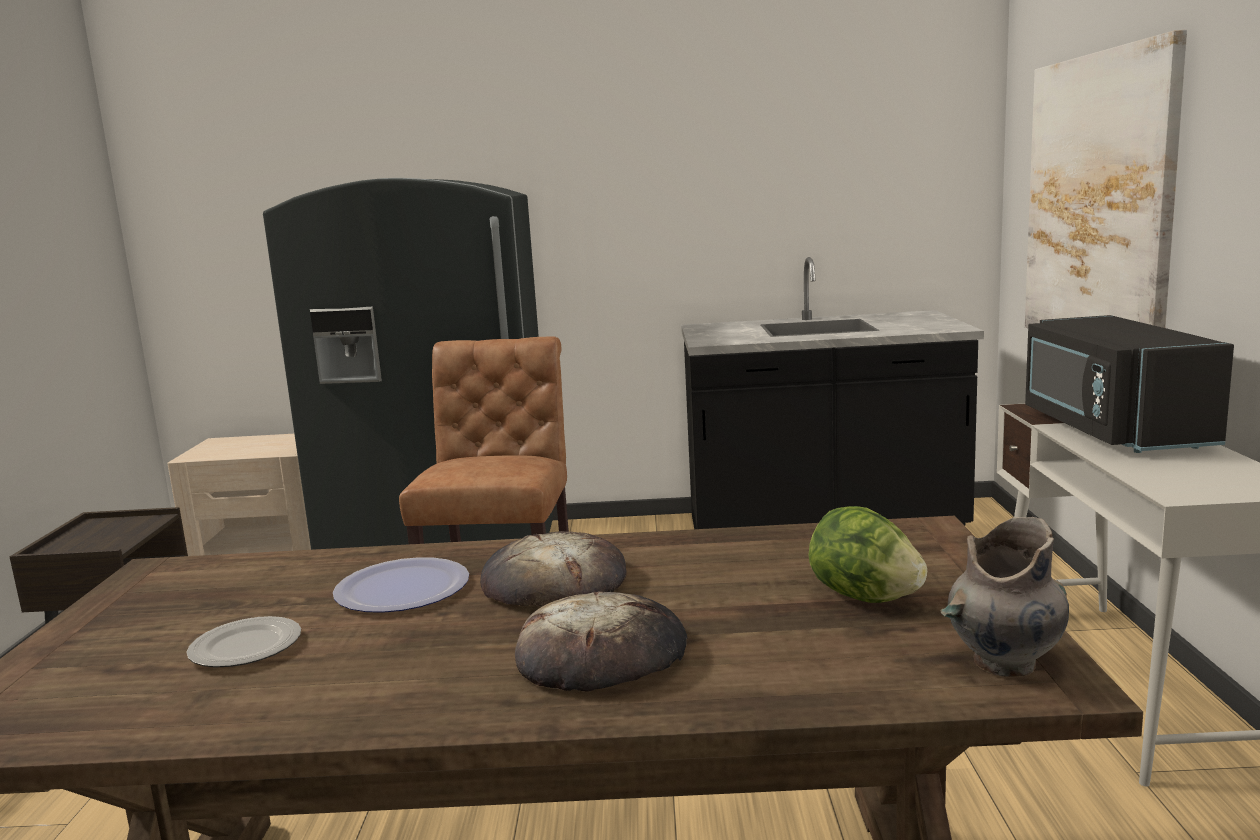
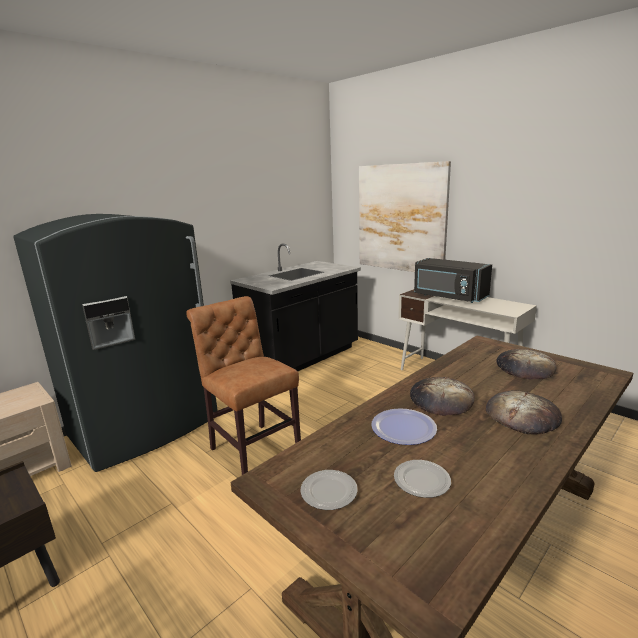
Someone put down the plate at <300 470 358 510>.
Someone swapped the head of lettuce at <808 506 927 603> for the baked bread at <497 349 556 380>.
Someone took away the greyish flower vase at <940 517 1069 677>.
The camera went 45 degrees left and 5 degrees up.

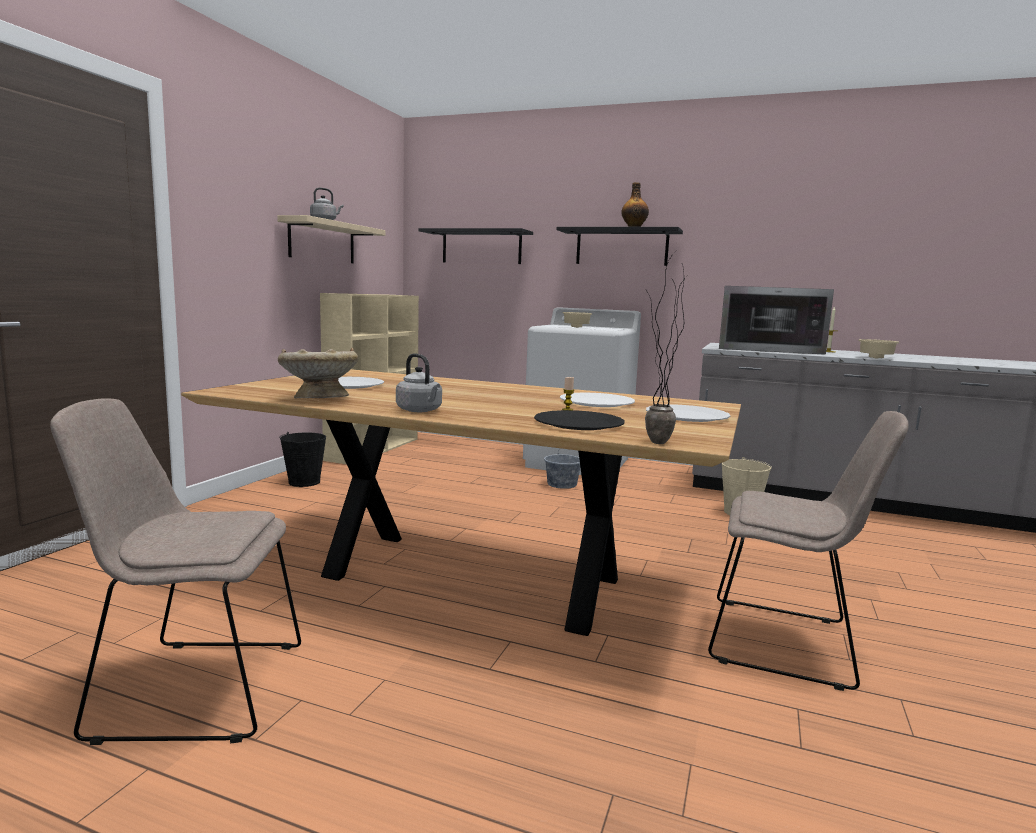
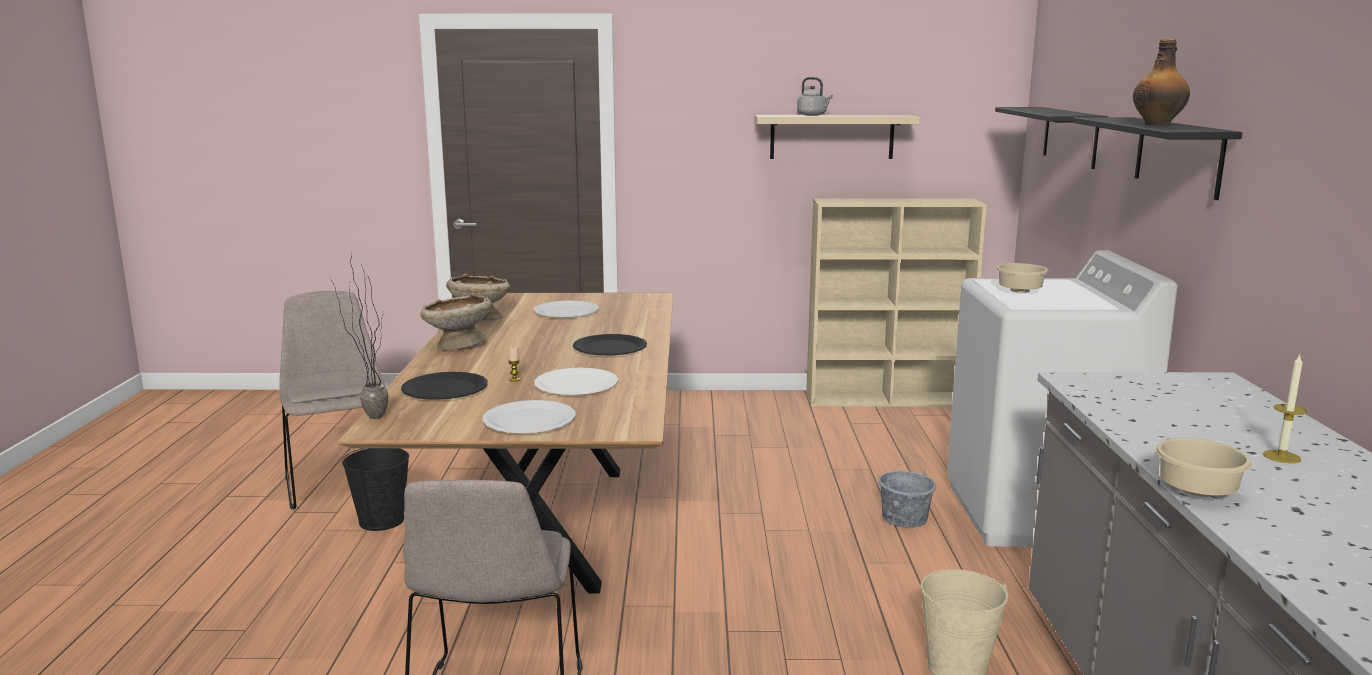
Someone carried the blackish water bucket from <279 432 326 487> to <342 448 409 531>.
Someone swapped the greyish tea kettle at <396 353 442 412> for the sand-coloured bowl at <420 292 492 350>.
Someone put down the blackish plate at <573 334 647 355>.
Someone took away the microwave oven at <719 286 834 355>.
The camera went 70 degrees right and 5 degrees up.

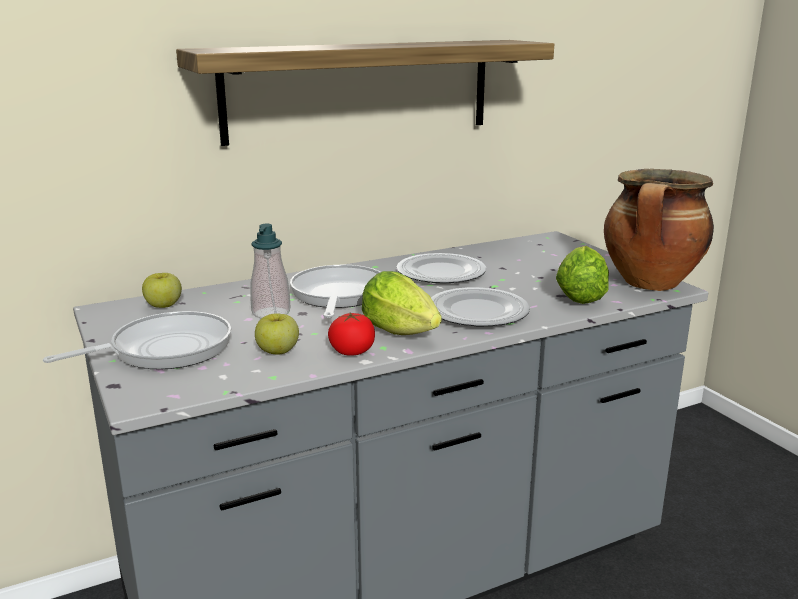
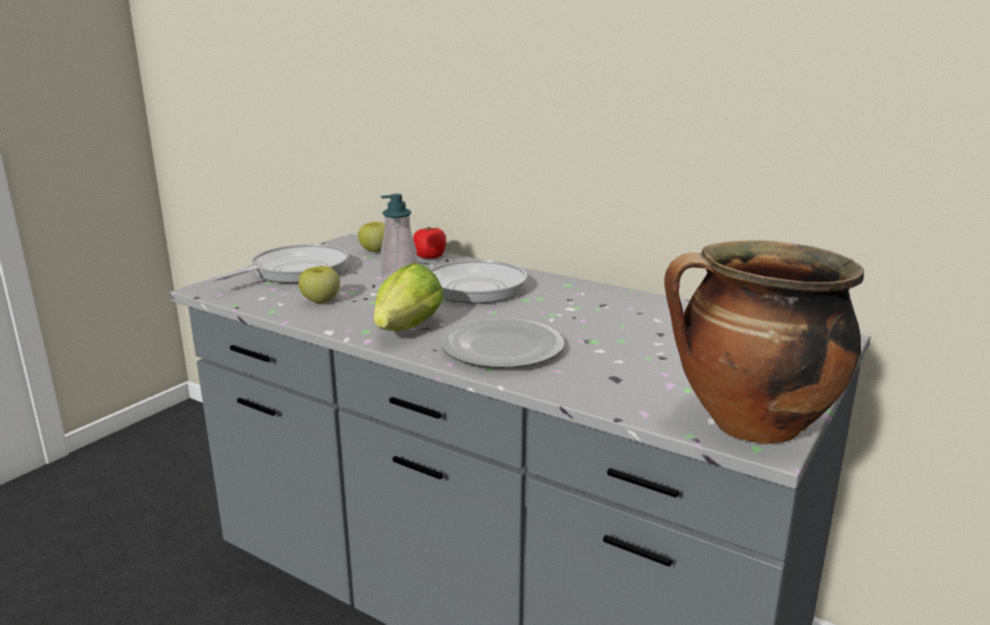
Someone rotated the skillet at <43 311 231 370> by 75 degrees counterclockwise.
Someone carried the tomato from <328 312 375 356> to <413 227 446 259>.
Someone took away the bracket shelf at <176 40 554 146>.
Someone took away the plate at <396 253 486 284>.
Someone took away the head of lettuce at <556 246 609 304>.
The camera went 60 degrees right and 0 degrees up.

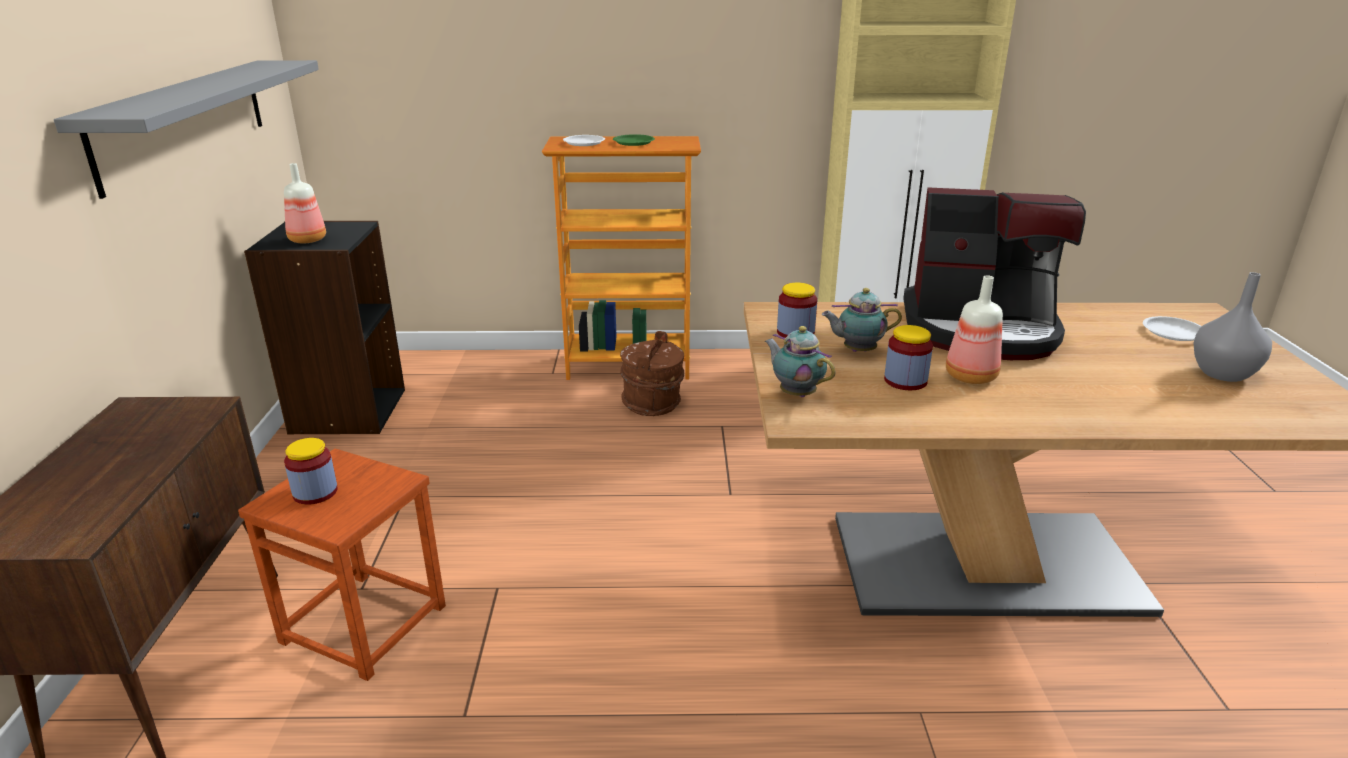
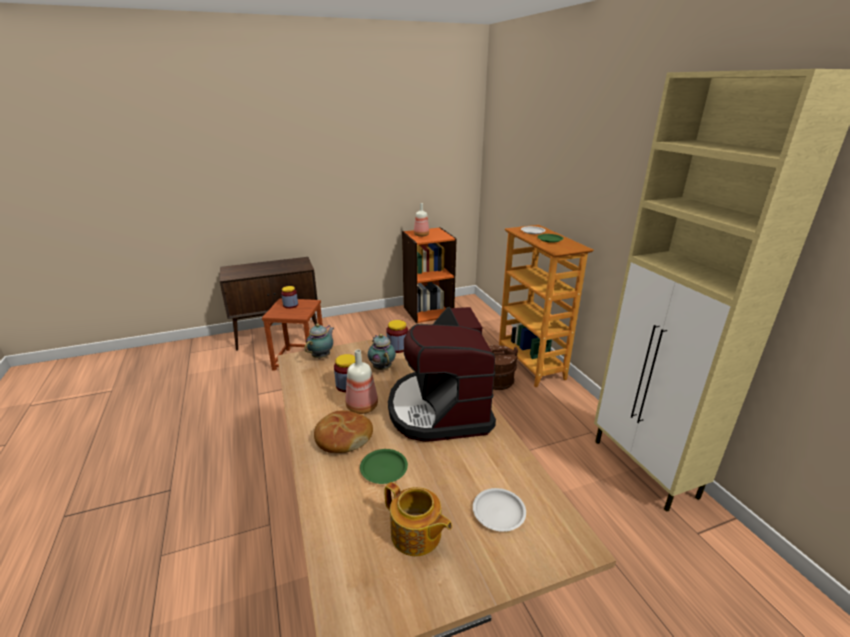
Someone put down the baked bread at <314 410 373 453>.
Someone put down the green plate at <360 449 408 484>.
Someone swapped the greyish flower vase at <1193 272 1272 382> for the pot for tea at <385 482 452 556>.
Someone repainted the blackish bookcase at <244 221 405 434>, which became the orange-coloured bookcase at <402 227 457 323>.
Someone took away the greyish bracket shelf at <54 60 319 199>.
The camera went 70 degrees right and 0 degrees up.

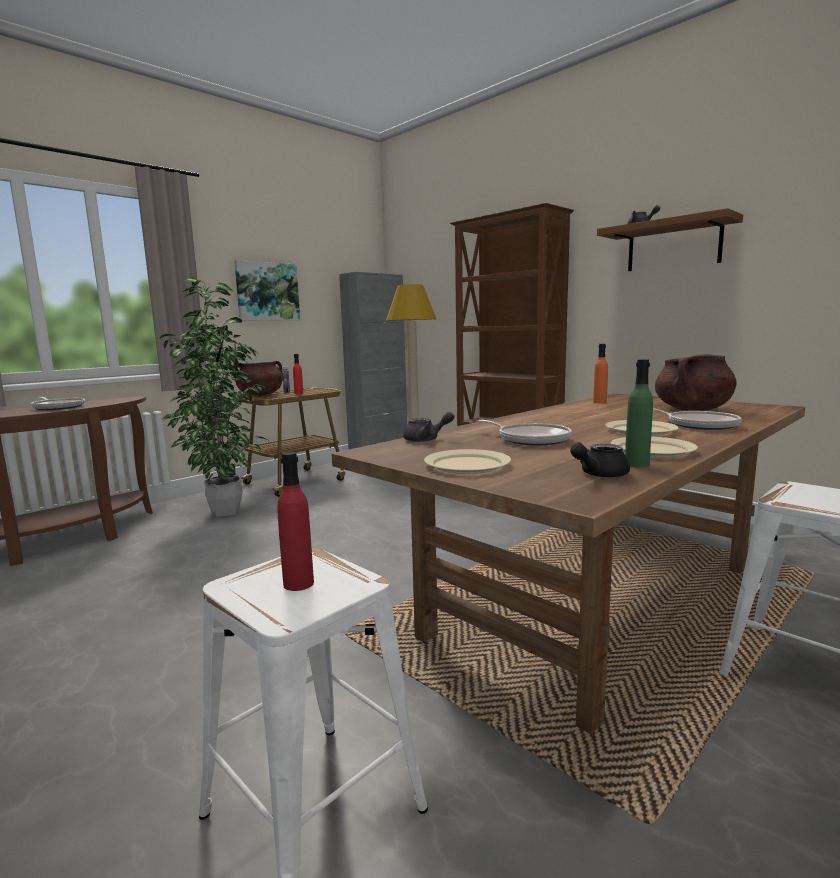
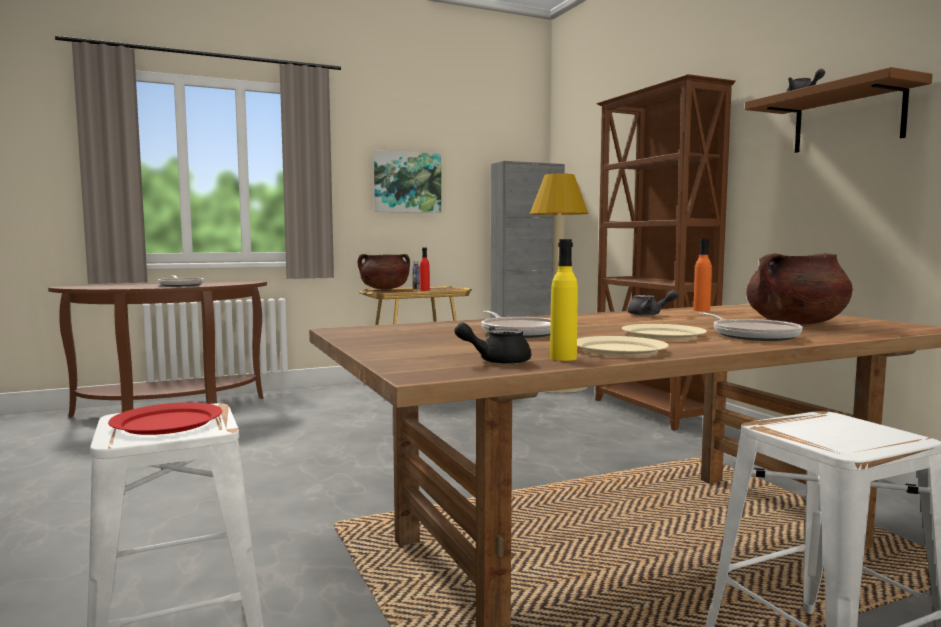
Someone swapped the reddish drink bottle at <277 452 314 591> for the reddish plate at <108 402 222 435>.
Someone repainted the green drink bottle at <625 359 653 467>, which became the yellow-coloured drink bottle at <550 239 578 361>.
Someone carried the greyish pot for tea from <403 412 454 442> to <628 290 678 316>.
Someone took away the plant in a pot at <159 277 269 517>.
Someone took away the sand-coloured plate at <424 449 511 474>.
The camera went 20 degrees right and 5 degrees down.

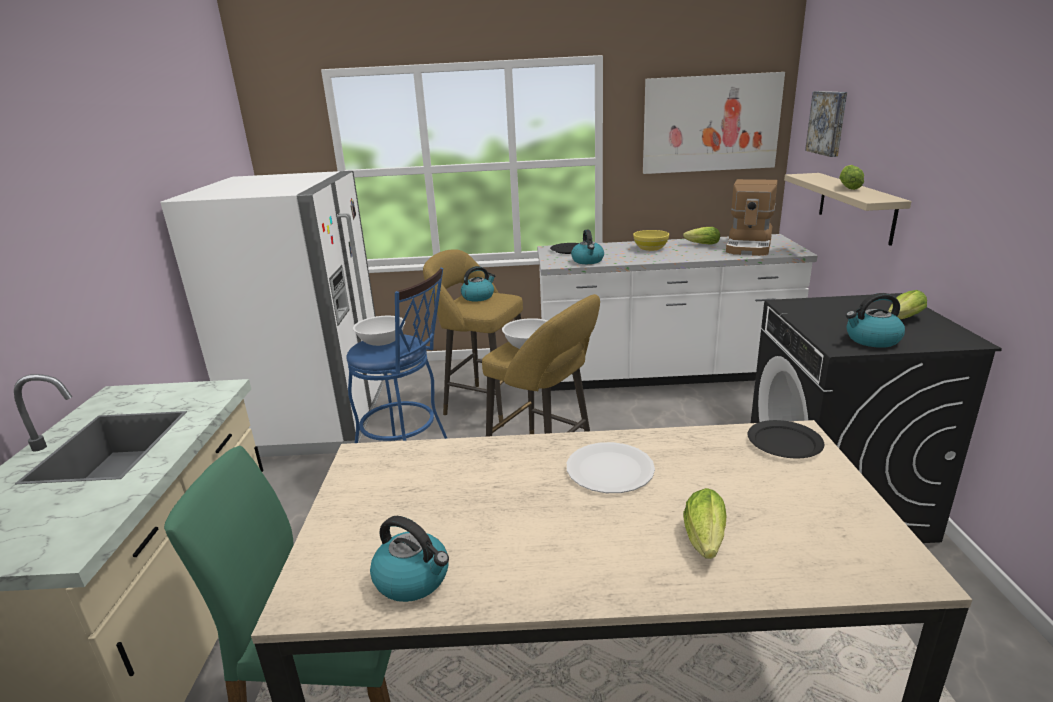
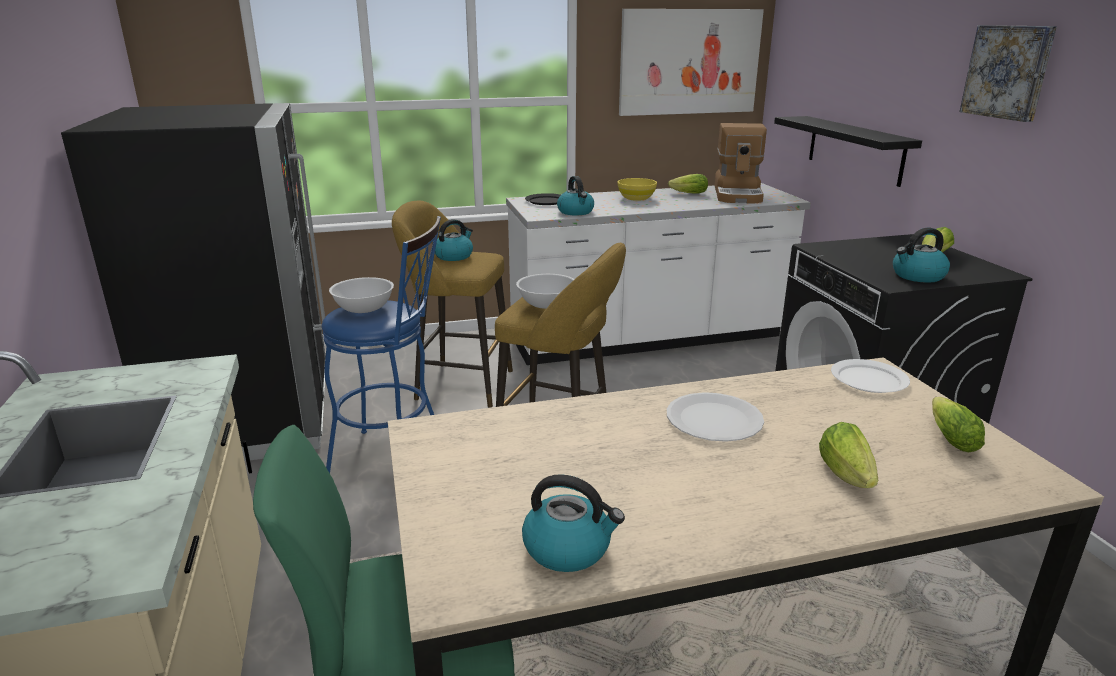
Someone repainted the whitish refrigerator at <160 171 384 457>, which became the blackish refrigerator at <61 103 326 461>.
Someone repainted the sand-coloured bracket shelf at <784 173 911 246>, which became the blackish bracket shelf at <774 116 922 187>.
Someone repainted the blackish plate at <748 420 824 458>, which became the whitish plate at <831 359 910 393>.
Someone carried the head of lettuce from <839 165 864 190> to <932 397 985 452>.
Someone carried the wall art from <805 91 847 157> to <959 25 1057 122>.
The camera went 15 degrees left and 0 degrees up.

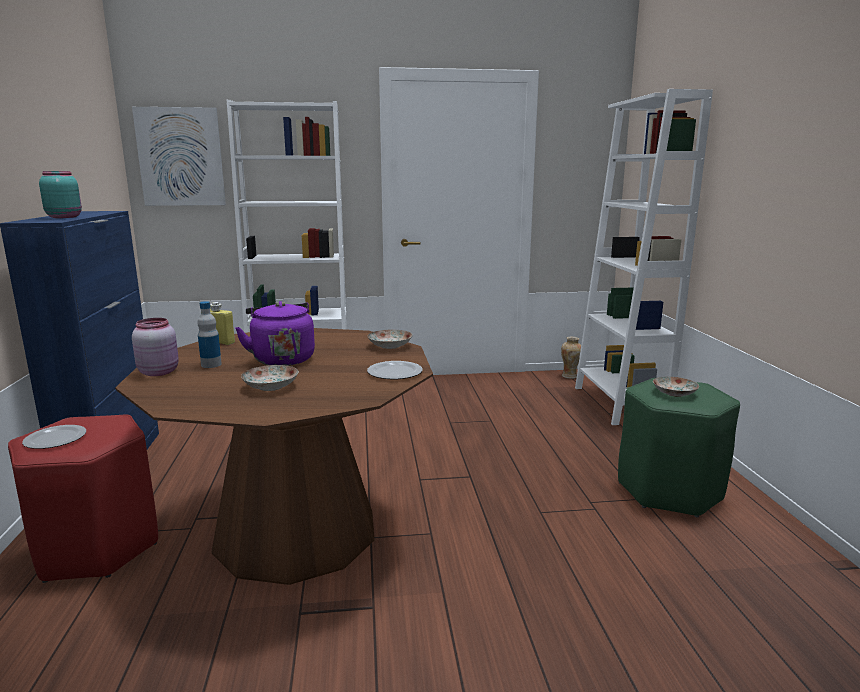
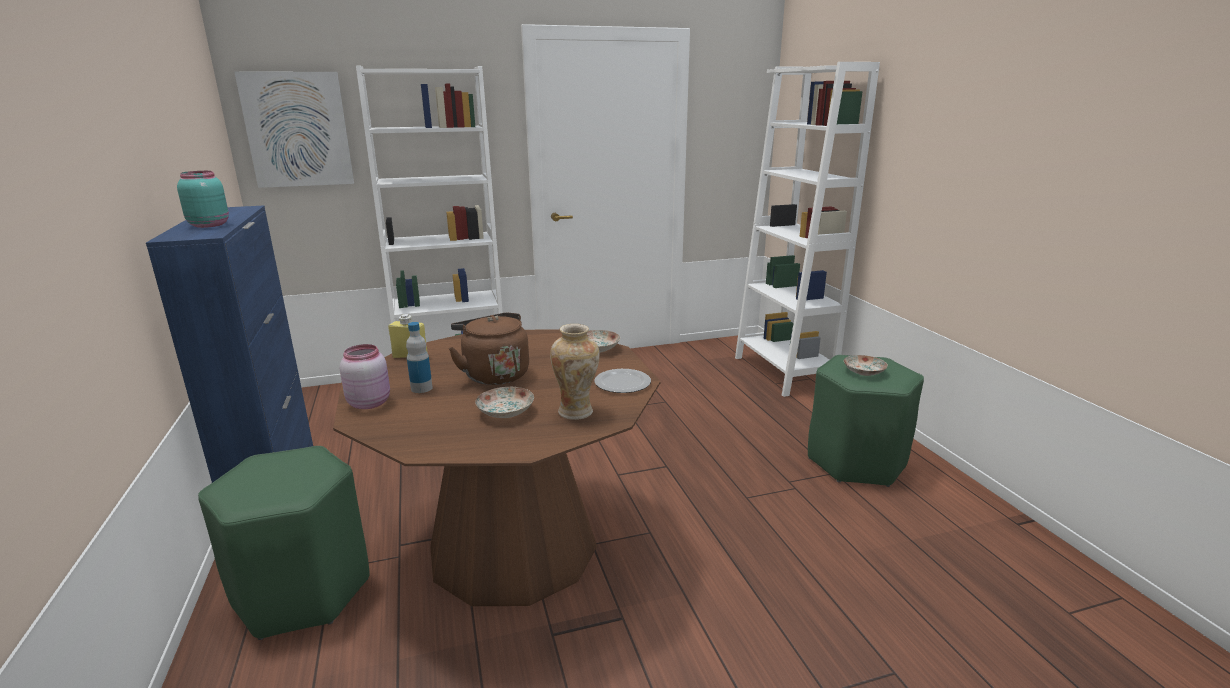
Someone repainted the reddish sitting stool at <8 415 158 583>, which became the green sitting stool at <198 446 370 640>.
Someone repainted the purple tea kettle at <235 301 315 366>, which became the brown tea kettle at <449 312 529 385>.
Someone carried the flower vase from <561 337 581 379> to <550 324 600 420>.
Someone took away the plate at <22 425 86 449>.
The camera went 10 degrees left and 5 degrees up.

